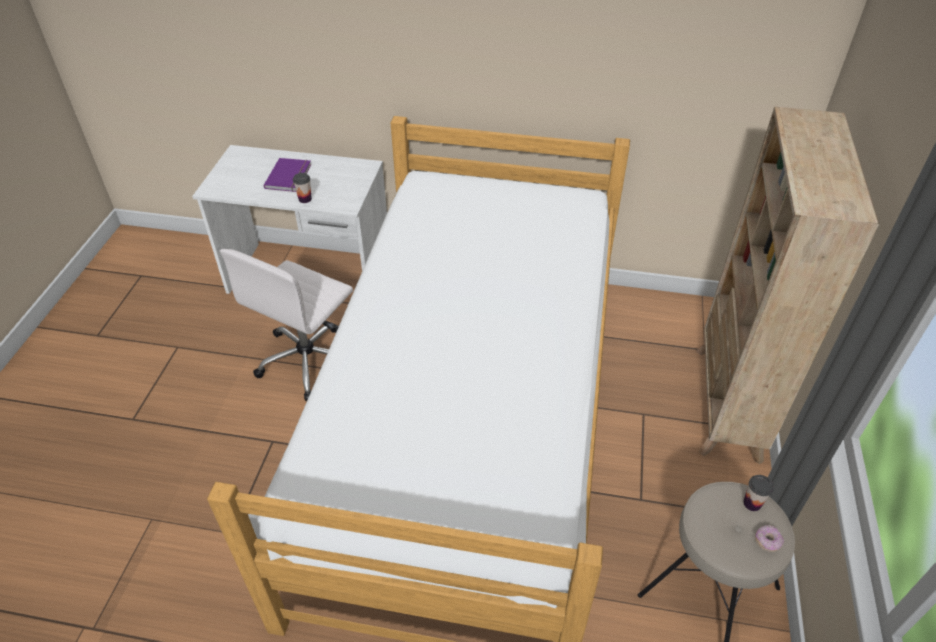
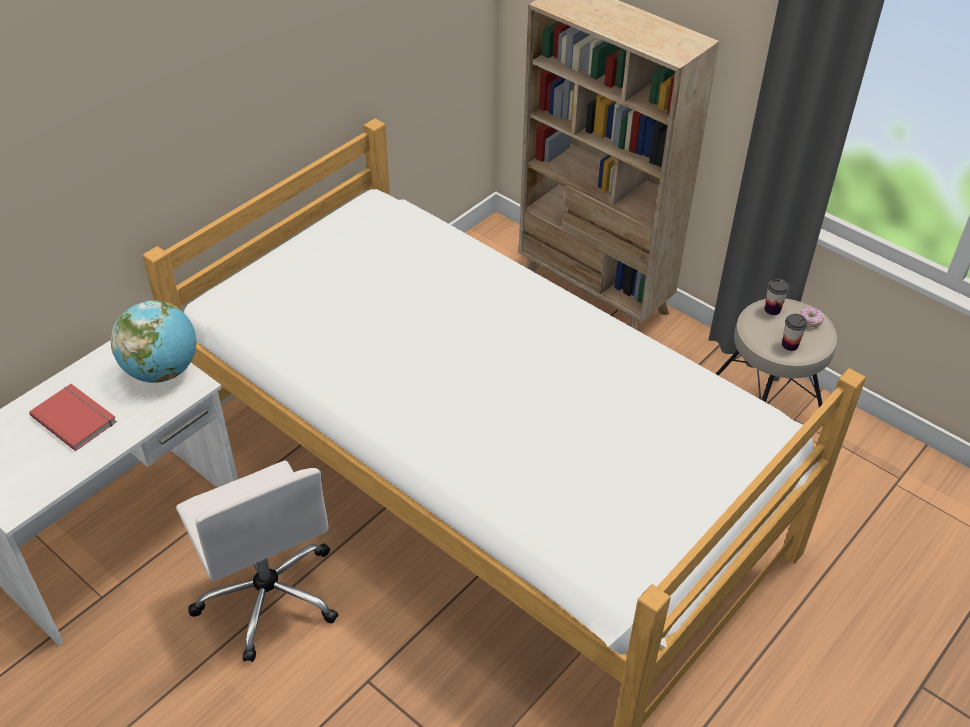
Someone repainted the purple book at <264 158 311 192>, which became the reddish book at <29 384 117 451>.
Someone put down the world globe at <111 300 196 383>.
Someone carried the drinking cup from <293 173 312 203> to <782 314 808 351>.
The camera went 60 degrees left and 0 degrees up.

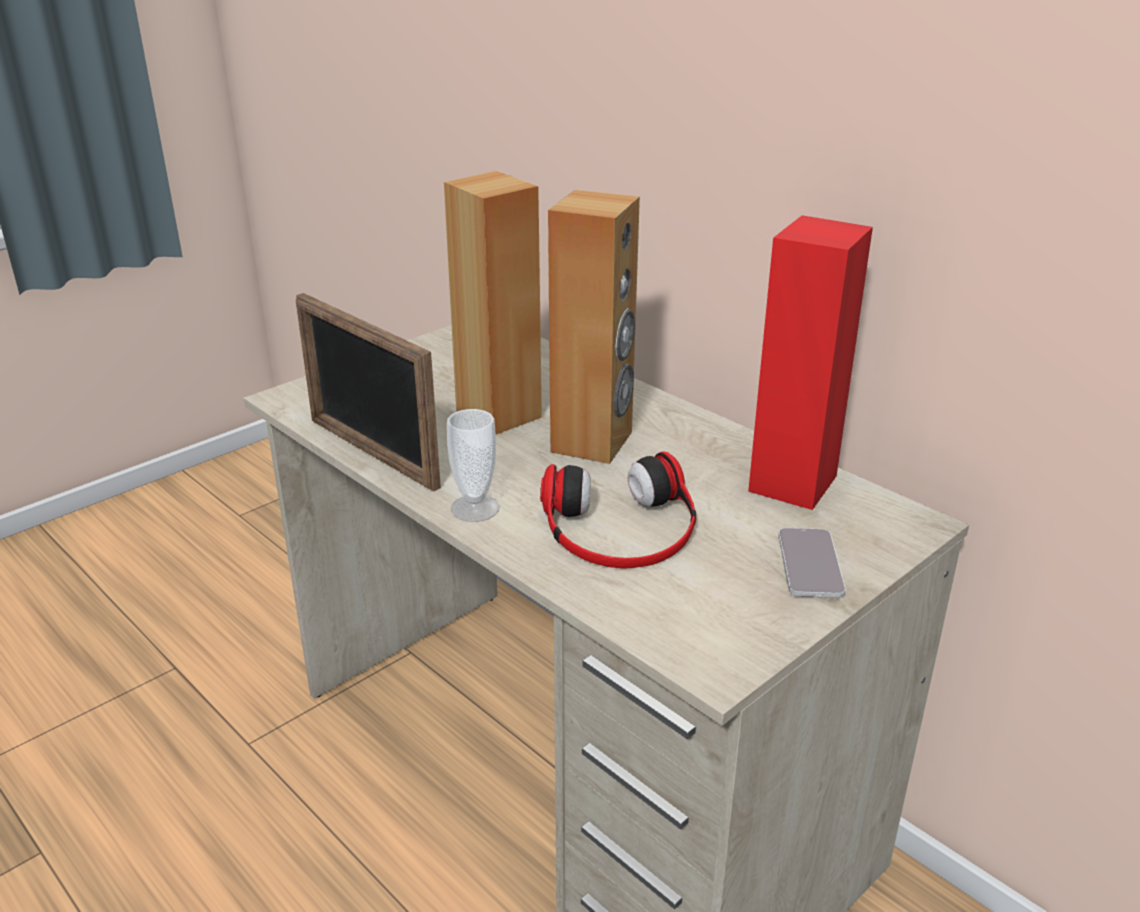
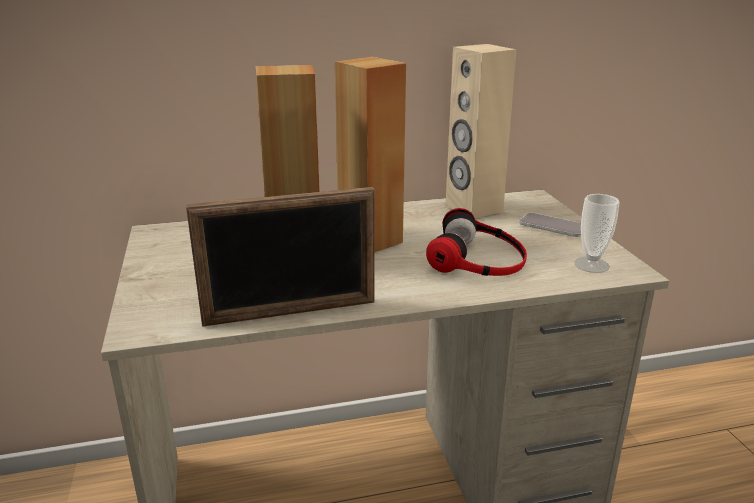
Someone repainted the reddish loudspeaker at <748 215 873 510>, which became the sand-coloured loudspeaker at <446 44 517 219>.
Someone carried the drinking cup from <447 409 499 522> to <574 194 620 273>.
The camera went 60 degrees left and 5 degrees down.

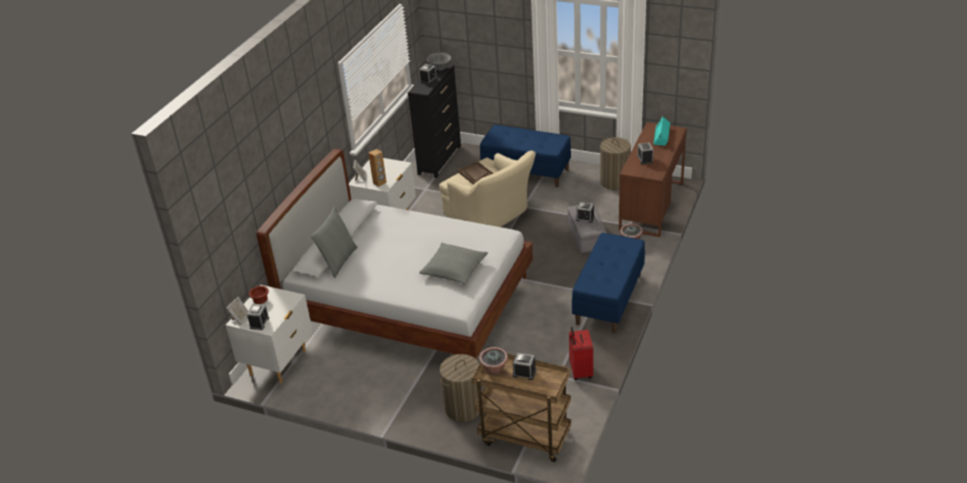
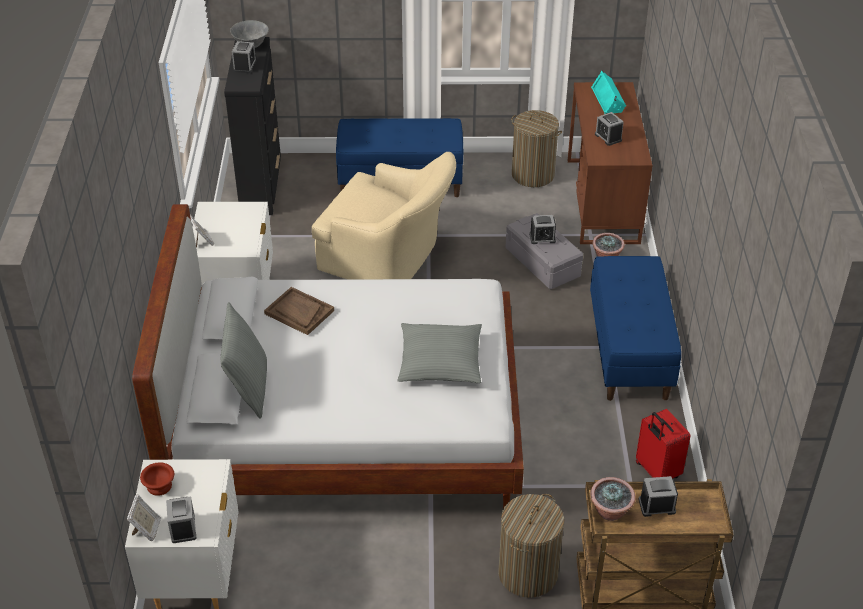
Someone carried the brown carrying tray from <457 161 494 185> to <264 287 334 335>.
Someone took away the brown loudspeaker at <369 149 387 187>.
The camera went 25 degrees left and 5 degrees up.

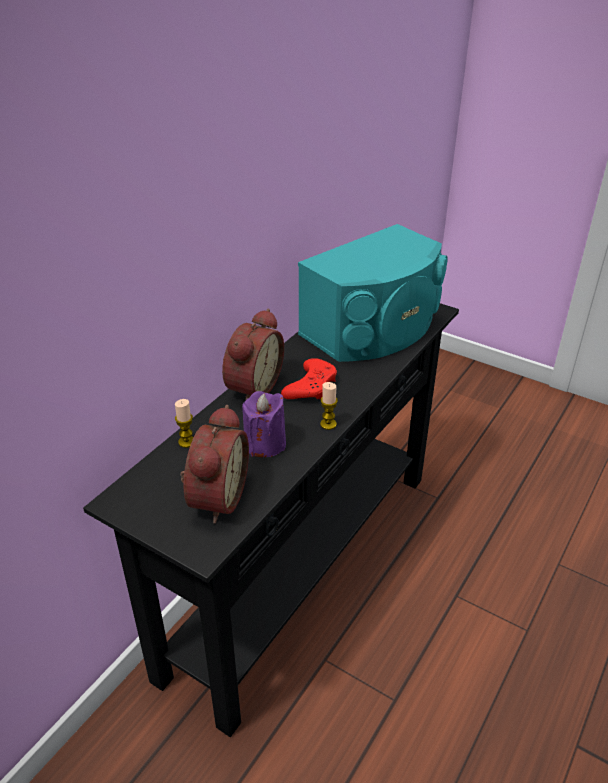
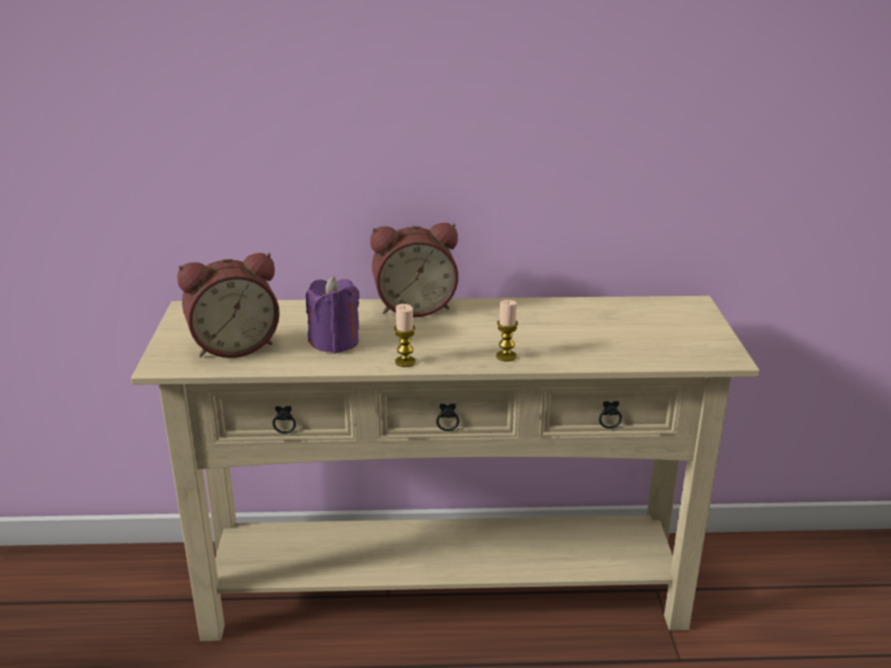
Someone repainted the blackish narrow table at <83 303 459 737>, which became the sand-coloured narrow table at <131 296 760 641>.
Someone carried the candle from <175 399 194 448> to <496 300 518 362>.
Someone took away the reddish game controller at <281 358 337 400>.
Someone took away the turquoise loudspeaker at <298 224 448 362>.
The camera went 55 degrees right and 10 degrees down.

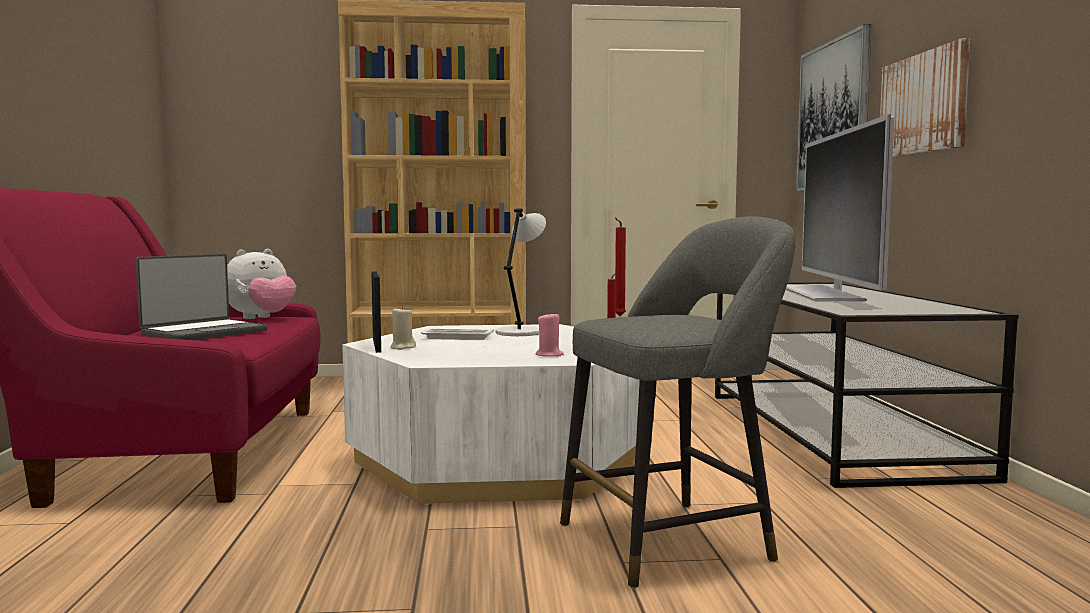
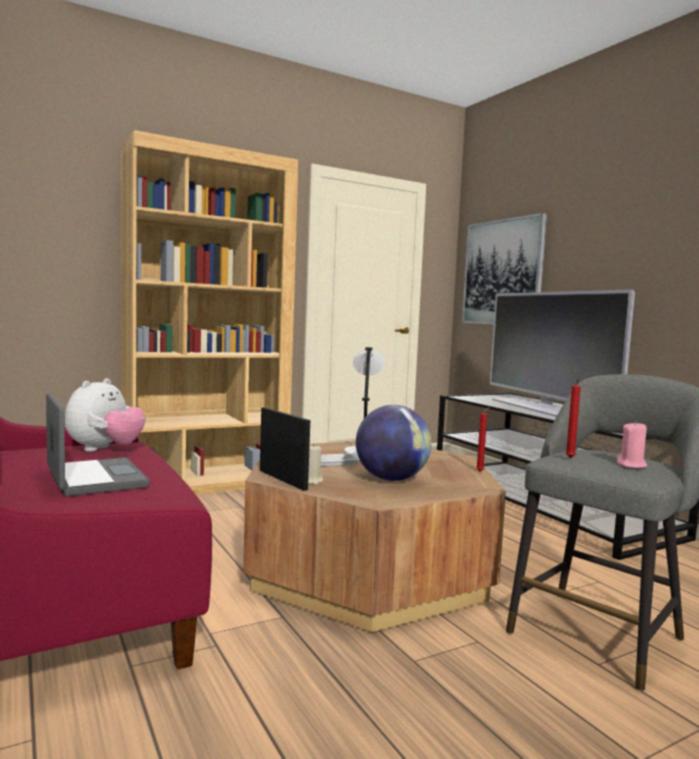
Someone rotated the portable computer at <135 254 268 340> by 45 degrees counterclockwise.
Someone repainted the whitish low table at <342 324 640 505>, which became the brown low table at <243 440 506 632>.
Someone put down the world globe at <356 405 432 481>.
Someone carried the pinkish candle from <536 311 564 357> to <617 421 647 468>.
Someone took away the wall art at <880 38 971 157>.
The camera went 25 degrees left and 0 degrees up.

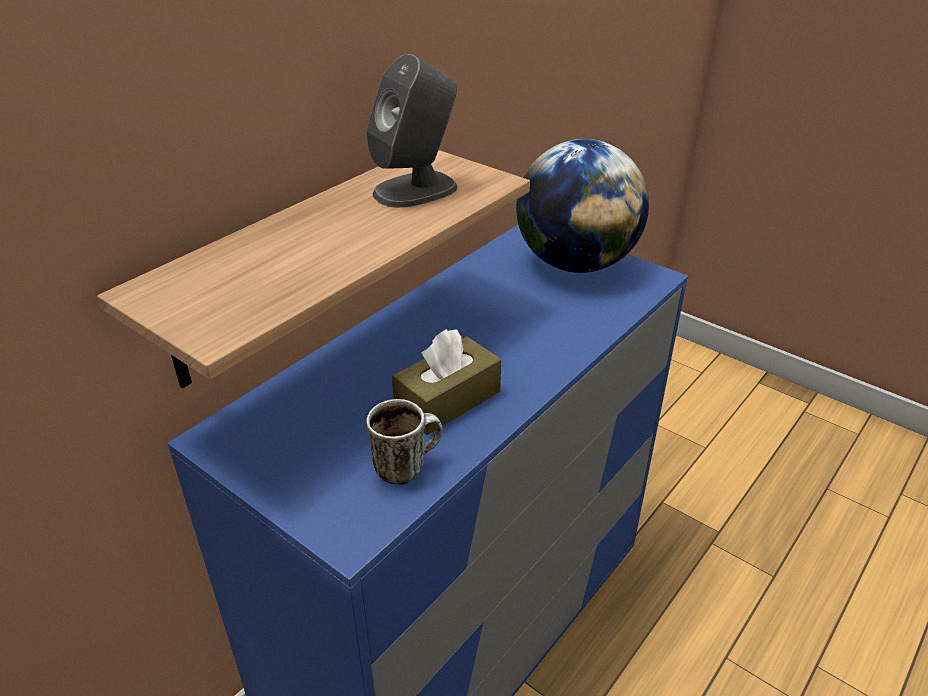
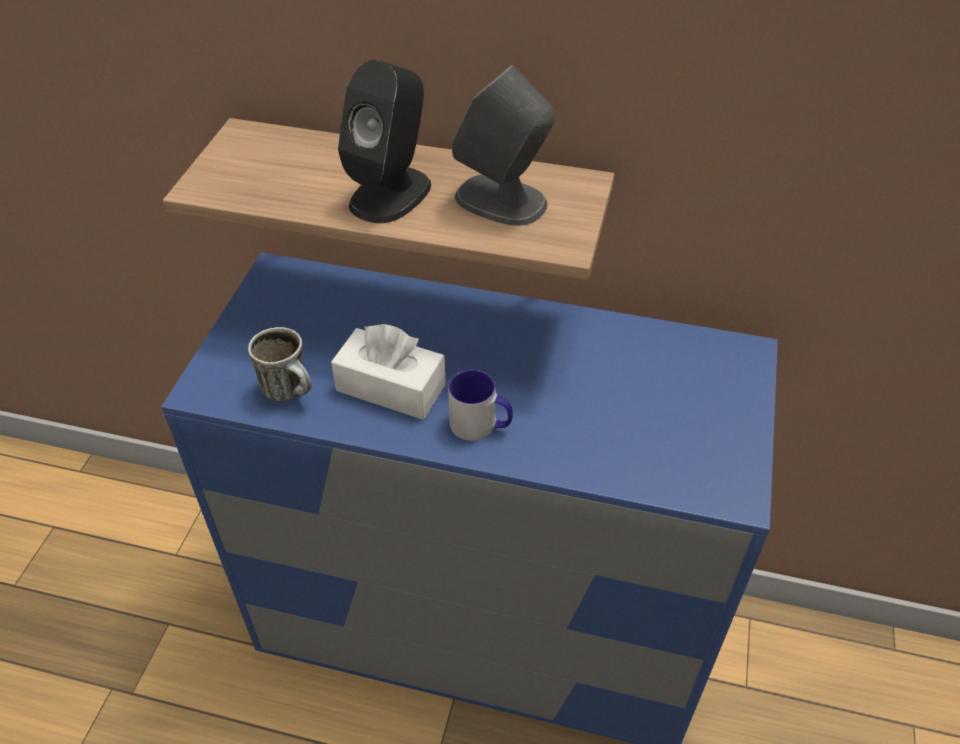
Someone repainted the brown box of tissues at <392 329 501 435>, which became the whitish box of tissues at <331 324 446 420>.
Someone put down the blackish loudspeaker at <338 60 431 223>.
Someone put down the coffee mug at <448 370 513 441>.
Someone took away the world globe at <516 139 649 273>.
The camera went 65 degrees right and 10 degrees up.

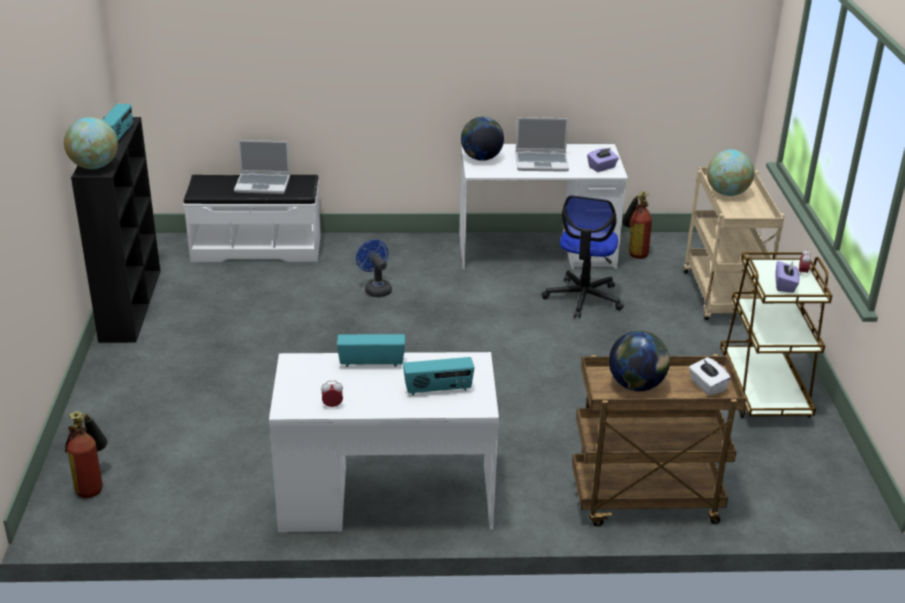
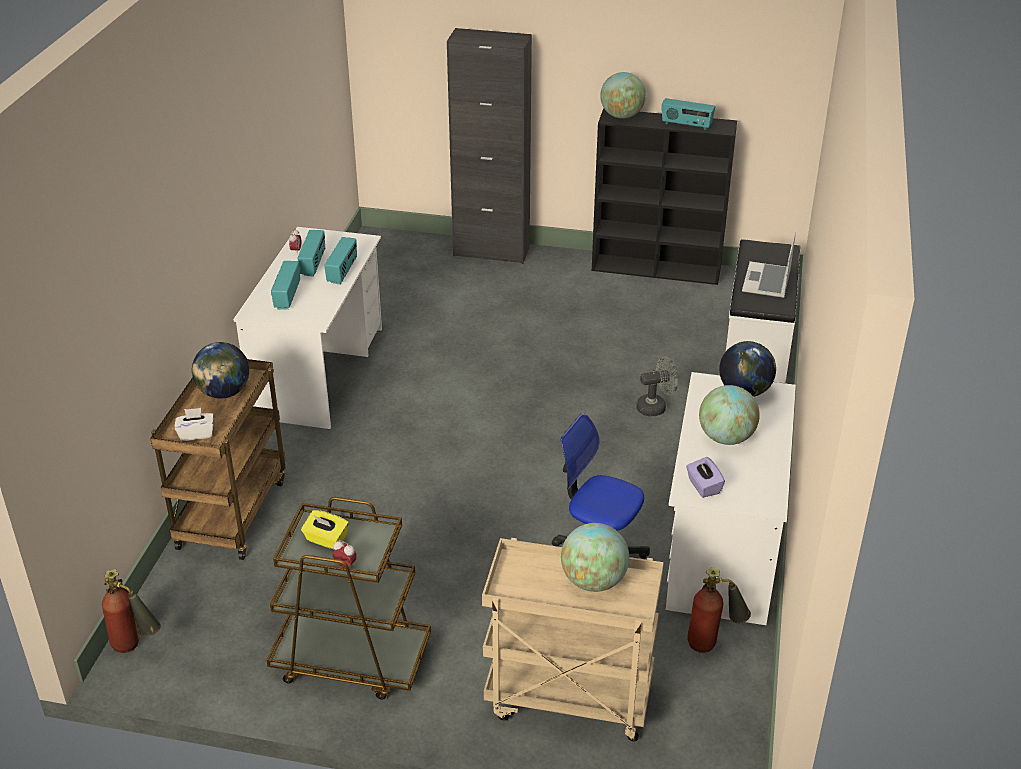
Someone carried the extinguisher from <65 411 108 498> to <102 569 161 653>.
Someone put down the radio at <298 230 325 277>.
Someone repainted the purple box of tissues at <776 261 799 293>, which became the yellow-coloured box of tissues at <301 510 349 549>.
Someone put down the blackish storage cabinet at <447 28 532 264>.
Someone repainted the blue cooling fan at <356 240 392 297>, which became the greyish cooling fan at <636 357 678 417>.
Someone swapped the portable computer at <515 117 569 172> for the world globe at <699 385 760 445>.
The camera went 105 degrees right and 5 degrees up.

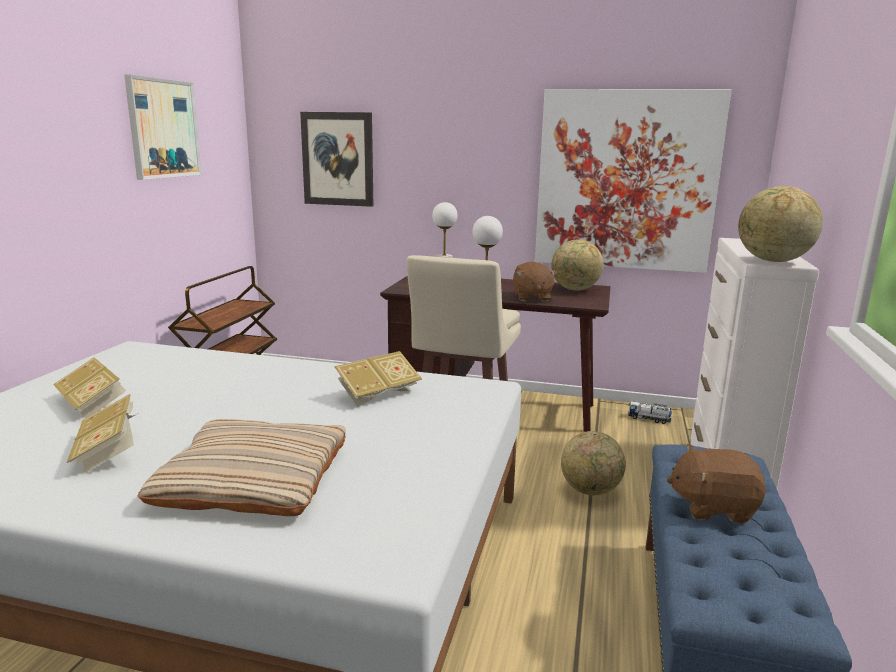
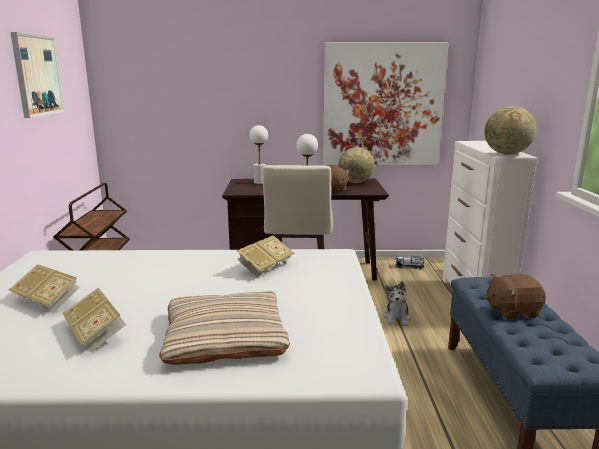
Someone swapped the world globe at <561 431 626 495> for the soft toy at <384 281 411 326>.
Someone took away the wall art at <300 112 373 207>.
The camera went 15 degrees left and 0 degrees up.

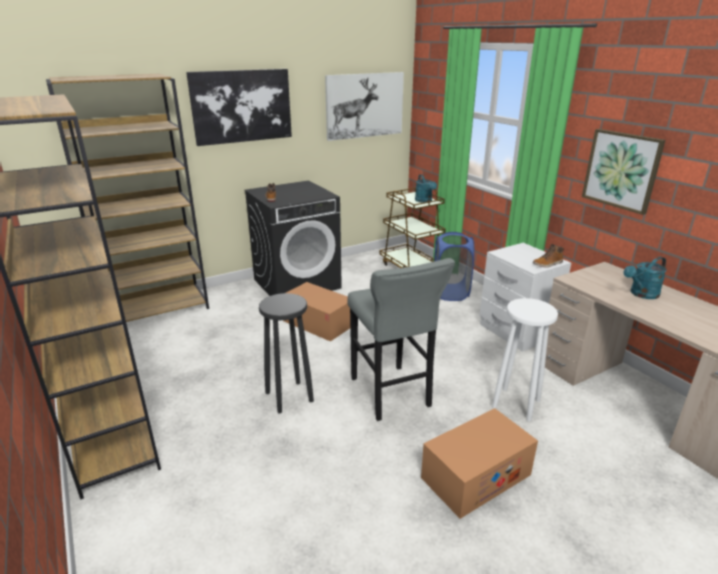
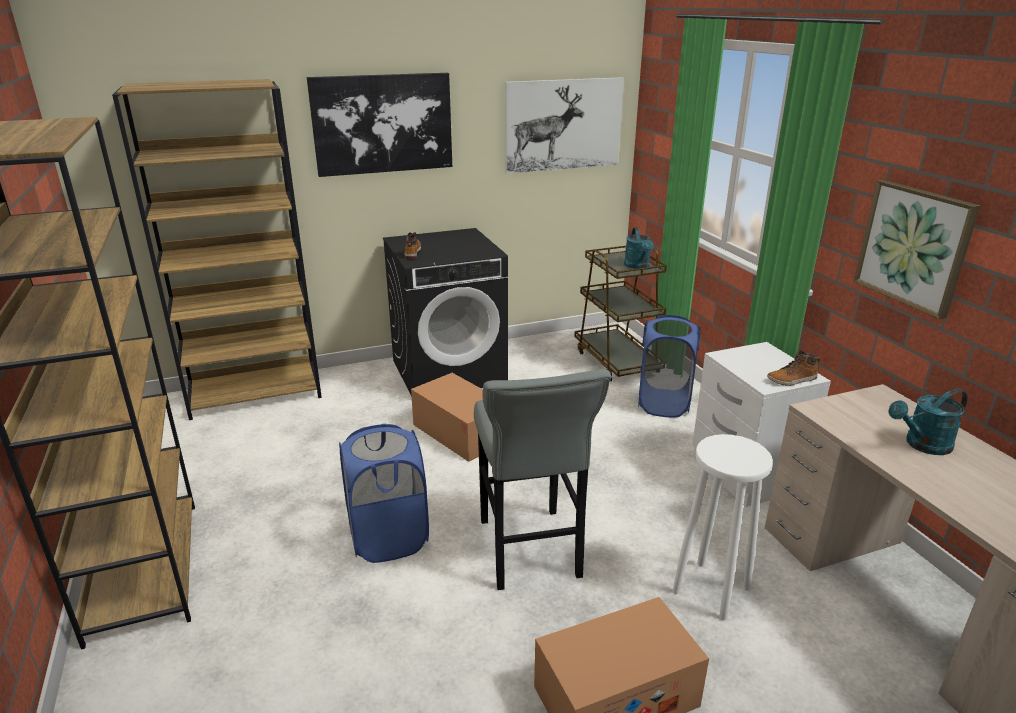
Someone swapped the blackish sitting stool at <259 293 314 414> for the blue washing basket at <339 424 429 563>.
The camera went 10 degrees right and 0 degrees up.

